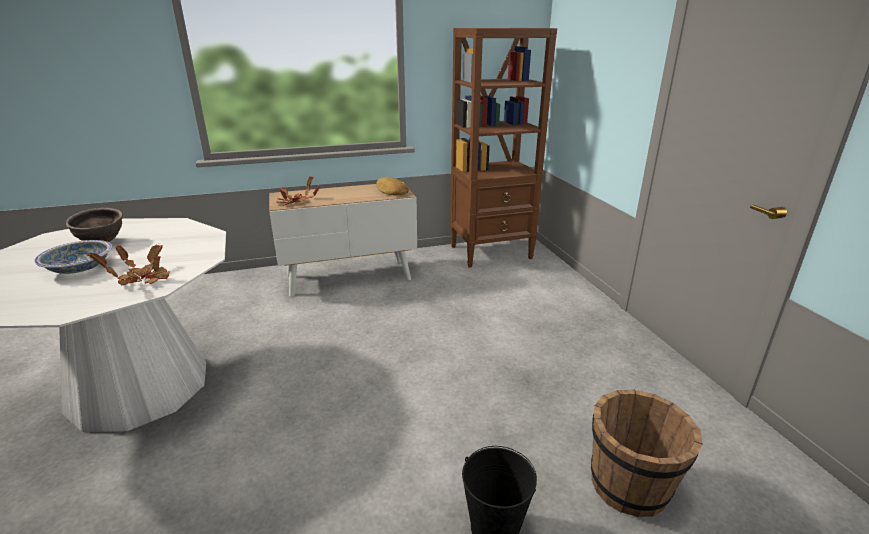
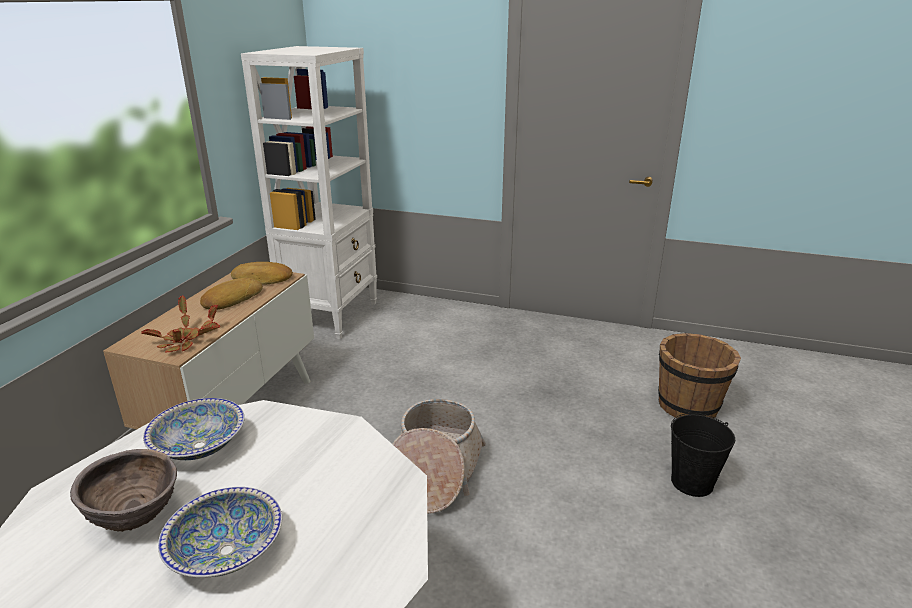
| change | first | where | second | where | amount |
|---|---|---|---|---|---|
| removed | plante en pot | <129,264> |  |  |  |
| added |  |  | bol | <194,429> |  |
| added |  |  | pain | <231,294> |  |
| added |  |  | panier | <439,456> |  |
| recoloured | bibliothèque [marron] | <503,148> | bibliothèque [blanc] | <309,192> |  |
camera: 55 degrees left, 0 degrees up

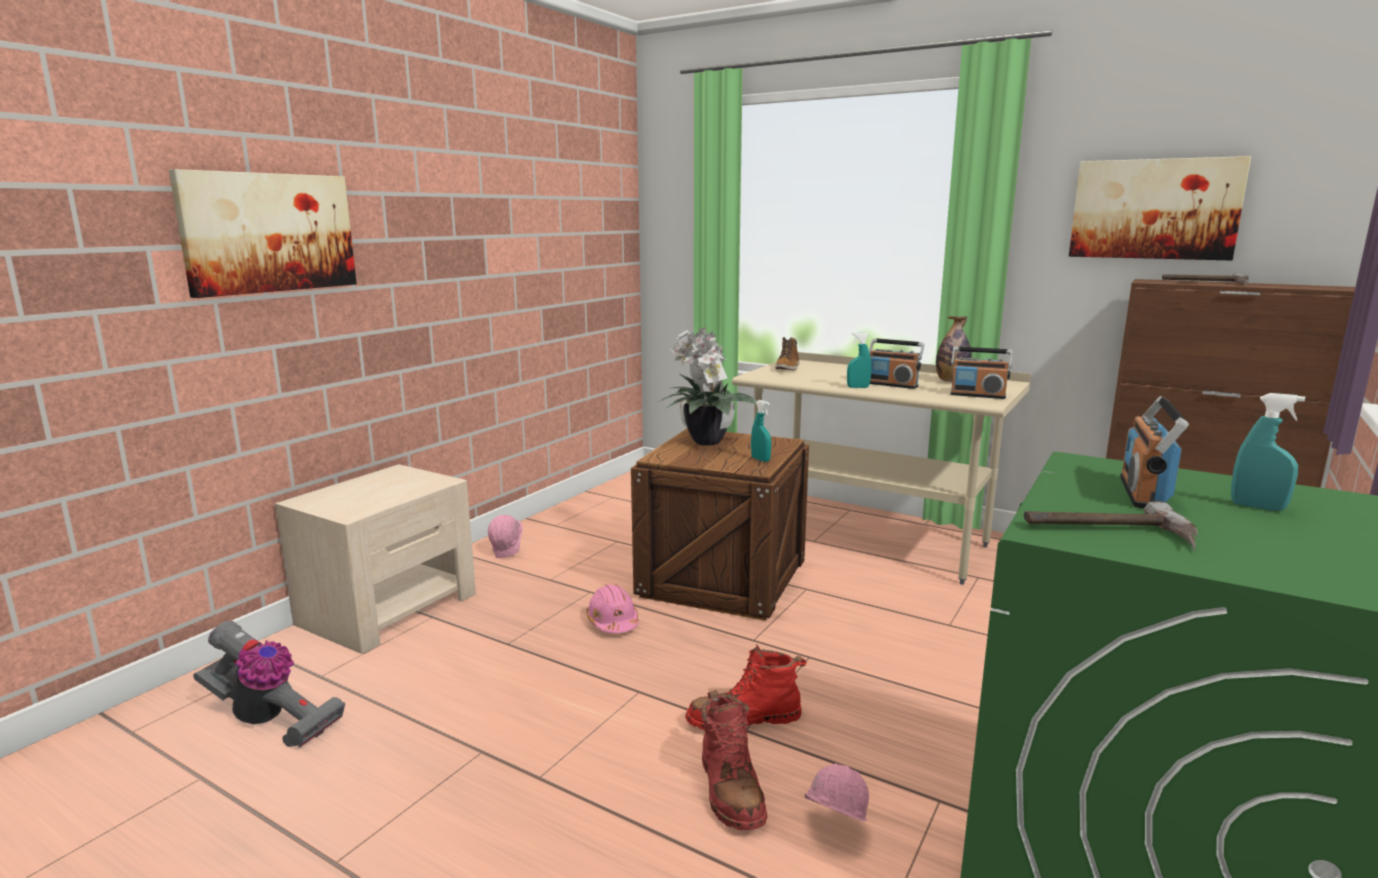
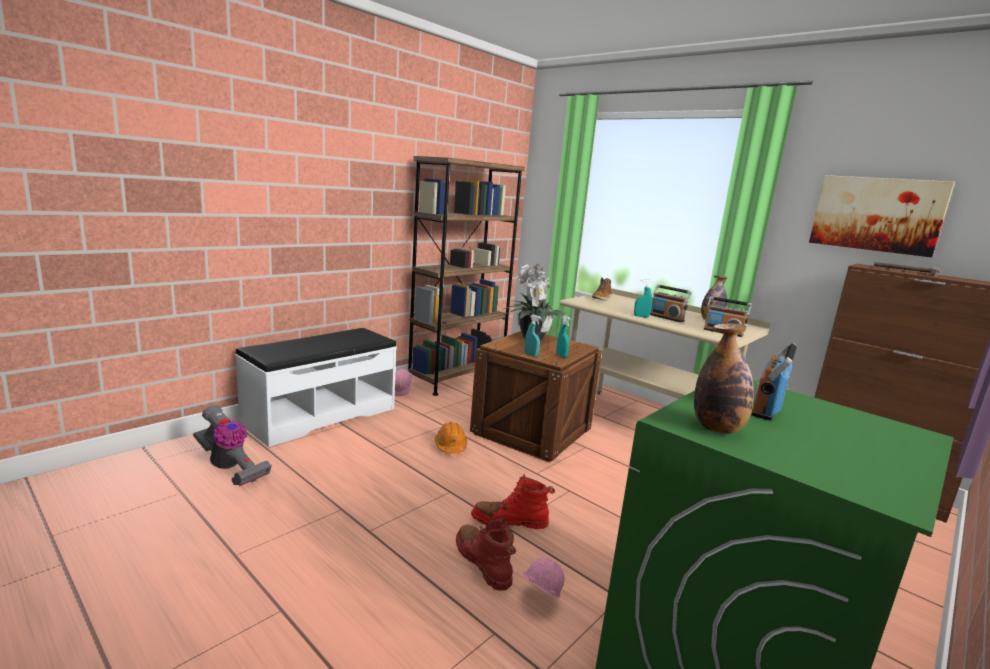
| change | first | where | second | where | amount |
|---|---|---|---|---|---|
| removed | tableau | <263,233> |  |  |  |
| added |  |  | bibliothèque [marron] | <466,276> |  |
| moved | vaporisateur [turquoise] | <1268,452> |  | <532,336> |  |
| replaced | table de chevet [beige] | <375,559> | banc [blanc] | <316,387> |  |
| replaced | marteau | <1111,526> | bouteille | <724,378> |  |
| recoloured | casque de chantier [rose] | <612,608> | casque de chantier [orange] | <451,438> |  |
| turned | botte [rouge] | <734,760> |  | <486,554> | 150 degrees clockwise |
camera: 10 degrees right, 0 degrees up

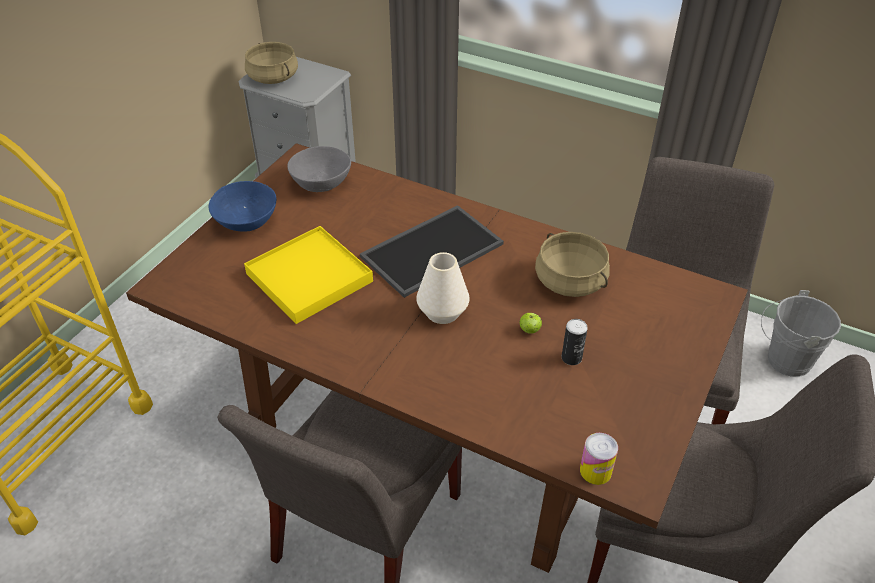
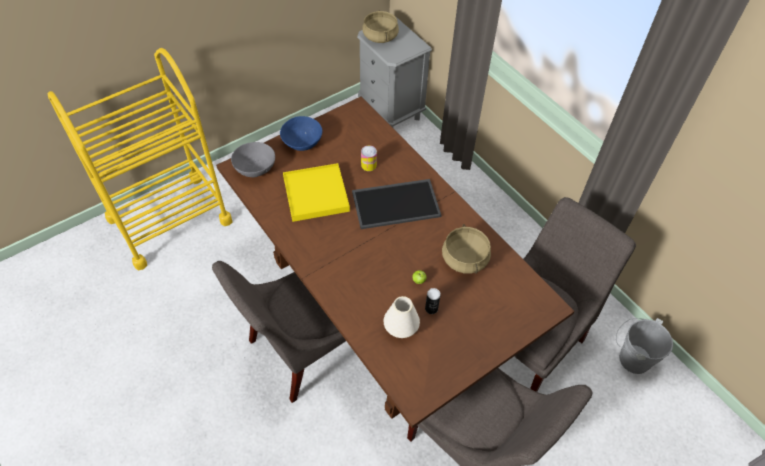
| change | first | where | second | where | amount |
|---|---|---|---|---|---|
| moved | bol [gris] | <319,169> |  | <253,159> |  |
| moved | vase [blanc] | <442,288> |  | <402,317> |  |
| moved | boîte métallique | <599,459> |  | <369,158> |  |
camera: 25 degrees right, 10 degrees up

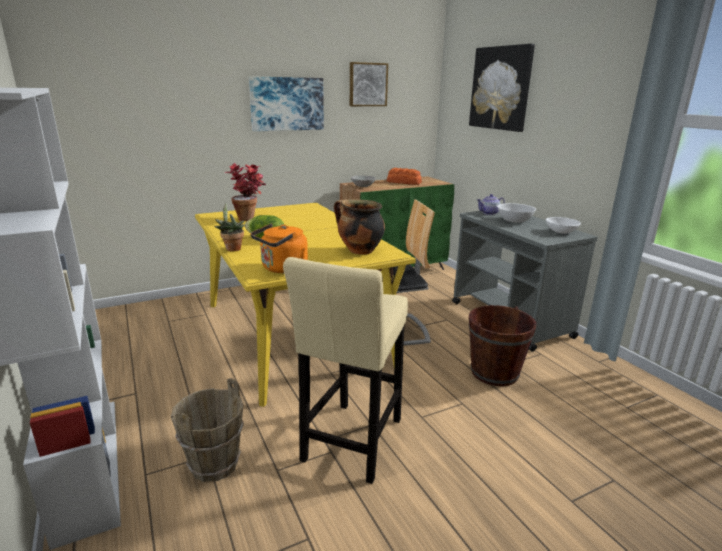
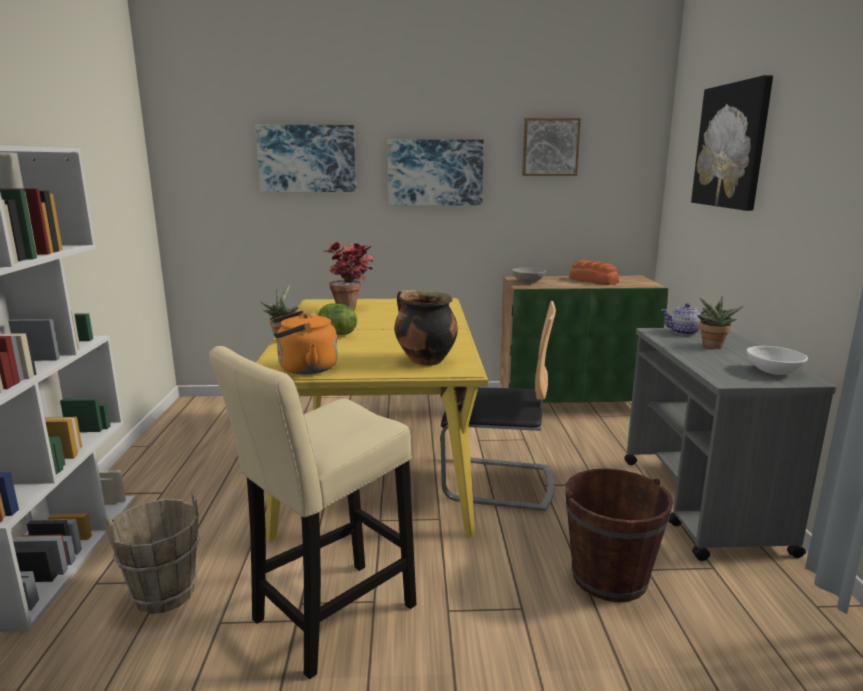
| change | first | where | second | where | amount |
|---|---|---|---|---|---|
| added |  |  | tableau | <305,158> |  |
| replaced | bol [blanc] | <516,213> | plante en pot | <720,322> |  |
camera: 25 degrees right, 5 degrees down

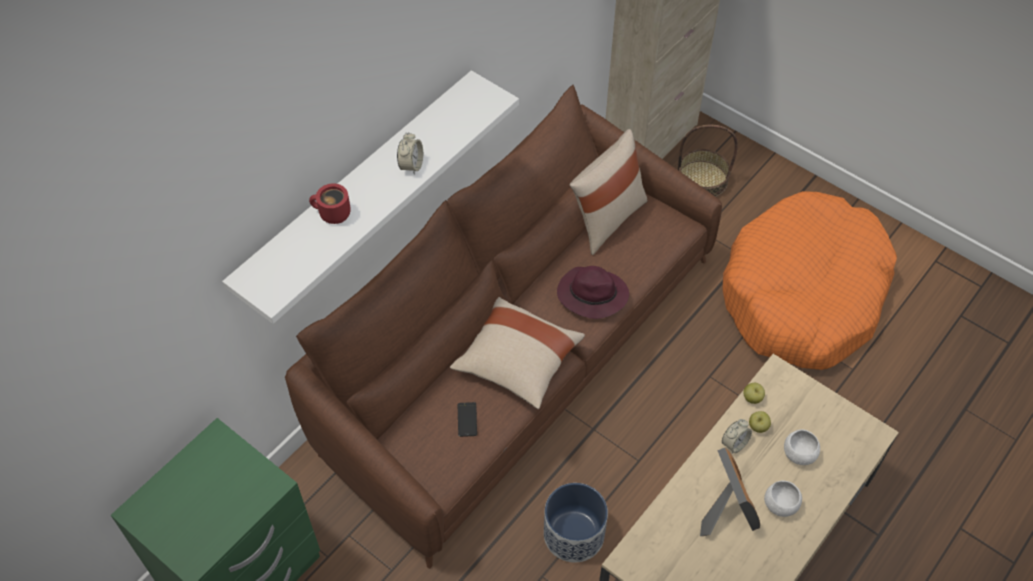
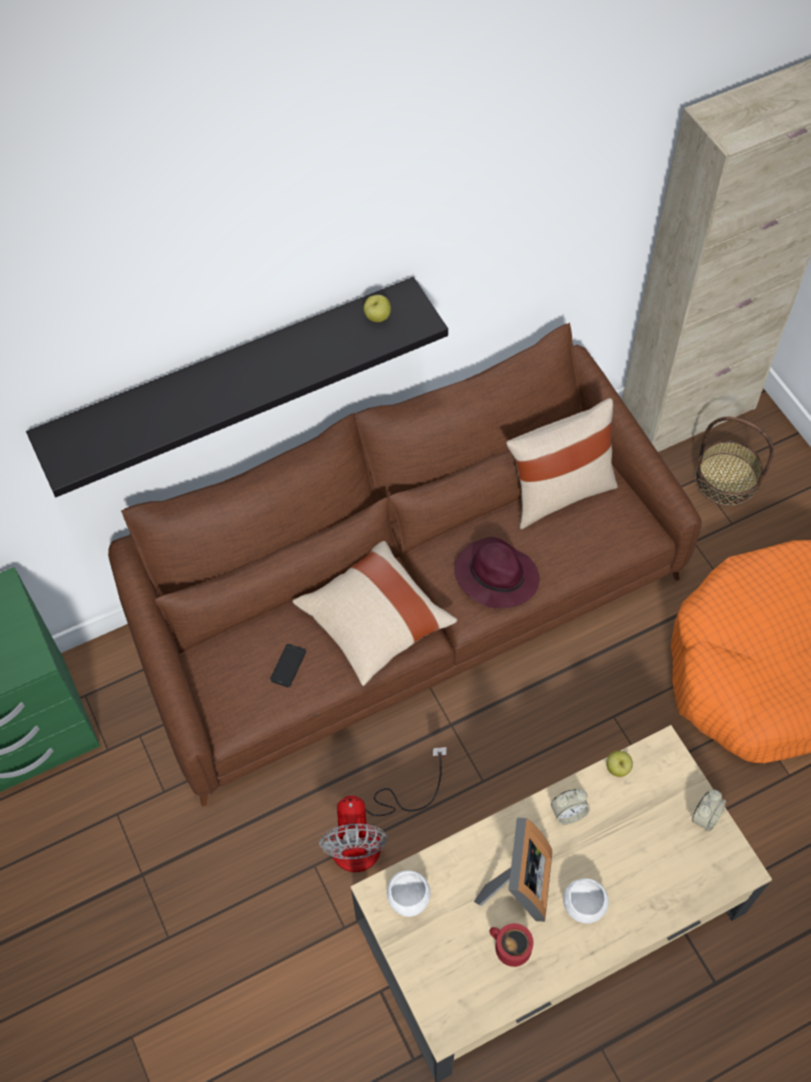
| change | first | where | second | where | amount |
|---|---|---|---|---|---|
| moved | mug [rouge] | <330,203> |  | <511,945> |  |
| moved | réveil | <410,153> |  | <709,810> |  |
| moved | pomme | <760,422> |  | <377,308> |  |
| moved | bol [blanc] | <802,447> |  | <408,893> |  |
| replaced | cache-pot | <576,523> | ventilateur | <383,809> |  |
| recoloured | étagère [blanc] | <370,197> | étagère [noir] | <237,387> |  |
camera: 25 degrees right, 5 degrees up

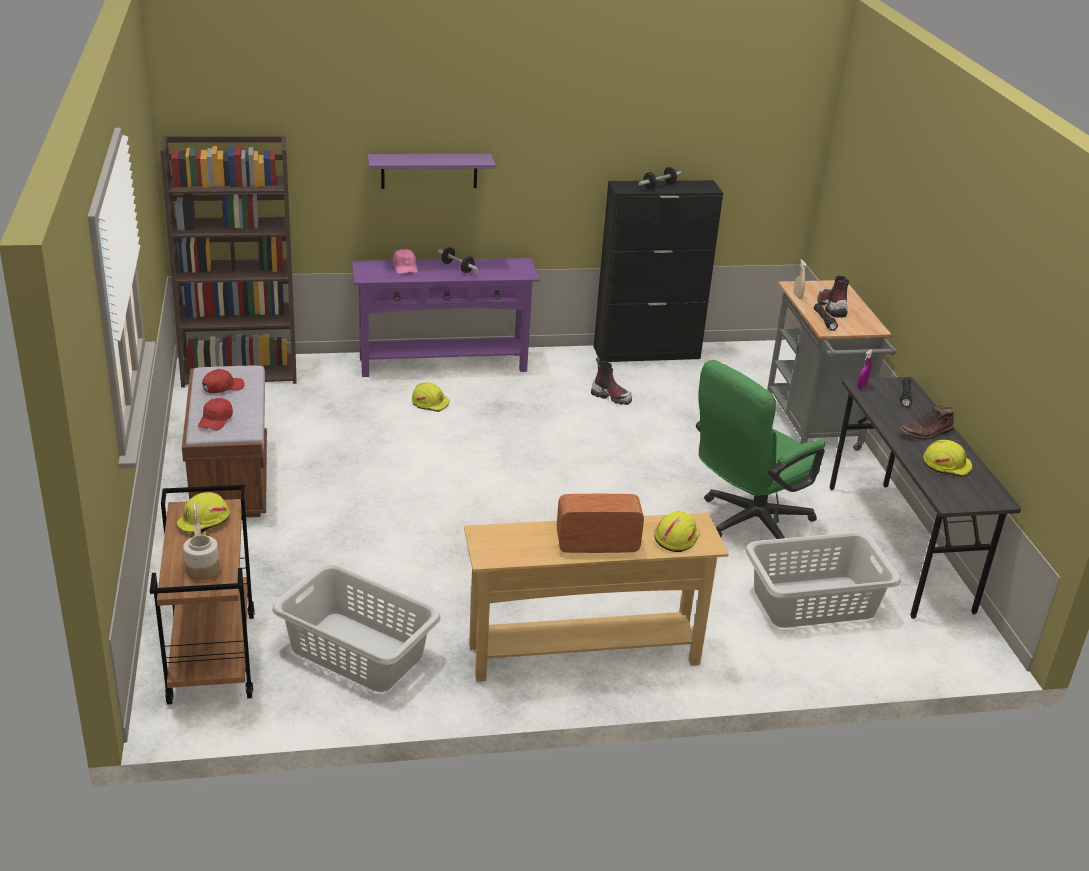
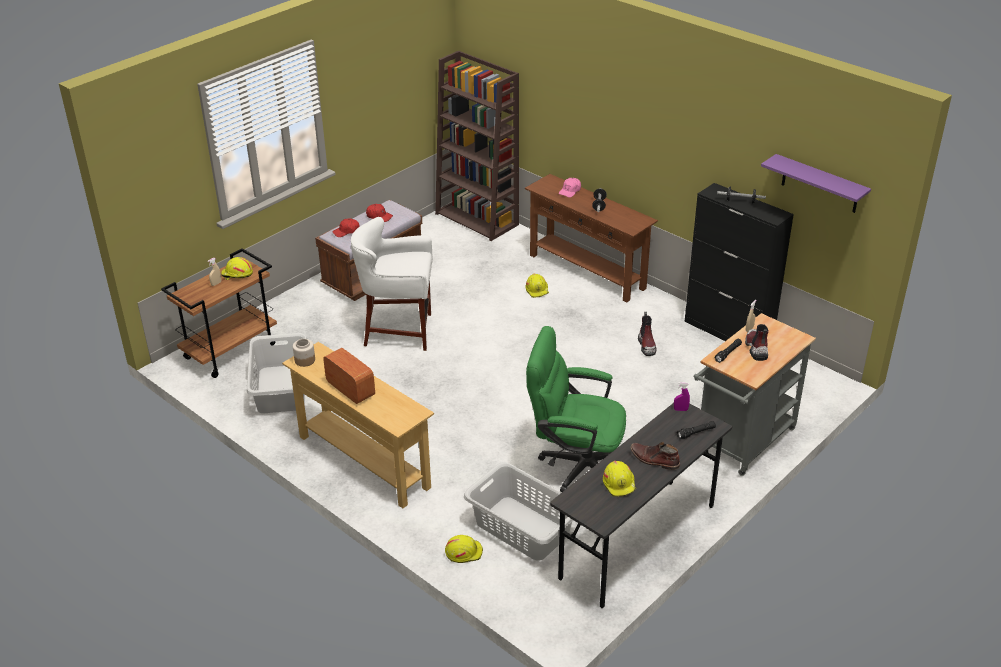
| change | first | where | second | where | amount |
|---|---|---|---|---|---|
| added |  |  | tabouret [blanc] | <392,284> |  |
| moved | bocal | <201,557> |  | <304,353> |  |
| moved | étagère [violet] | <431,171> |  | <816,183> |  |
| moved | casque de chantier [jaune] | <677,531> |  | <464,549> |  |
| recoloured | table console [violet] | <446,317> | table console [marron] | <591,238> |  |
| turned | botte | <834,297> |  | <757,342> | 45 degrees counterclockwise |
camera: 55 degrees right, 5 degrees up

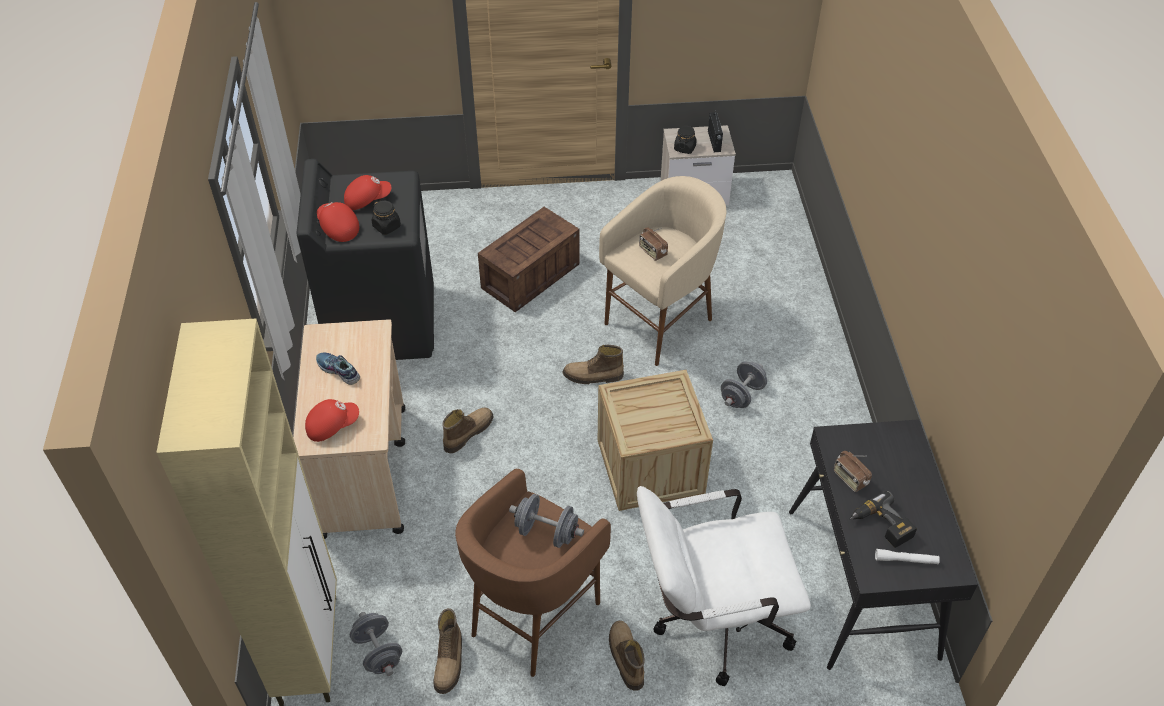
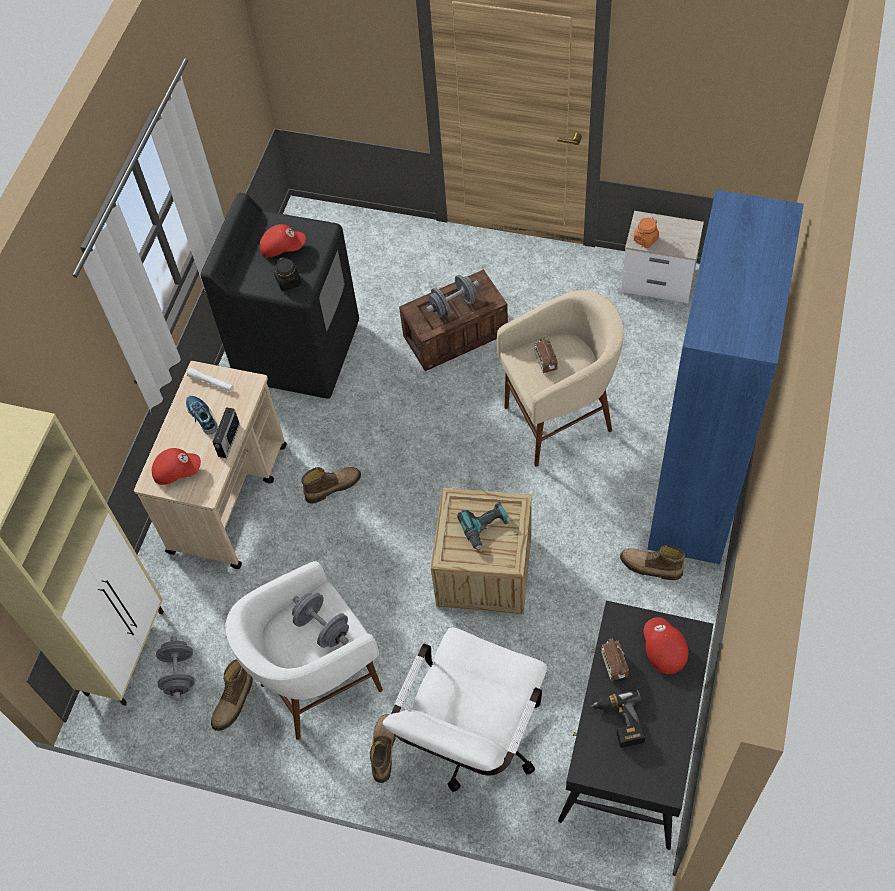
| change | first | where | second | where | amount |
|---|---|---|---|---|---|
| added |  |  | perceuse | <482,527> |  |
| added |  |  | bibliothèque [bleu] | <725,377> |  |
| moved | casquette [rouge] | <338,222> |  | <665,645> |  |
| moved | botte | <593,364> |  | <652,562> |  |
| moved | radio | <715,132> |  | <226,432> |  |
| moved | haltère [gris] | <744,384> |  | <452,296> |  |
| moved | lampe de poche [blanc] | <907,556> |  | <210,380> |  |
| recoloured | tabouret [marron] | <533,573> | tabouret [blanc] | <304,650> |  |
| recoloured | bocal [noir] | <685,139> | bocal [orange] | <646,233> |  |
| turned | chaise de bureau [blanc] | <724,586> |  | <465,709> | 75 degrees counterclockwise |
camera: 25 degrees right, 10 degrees up

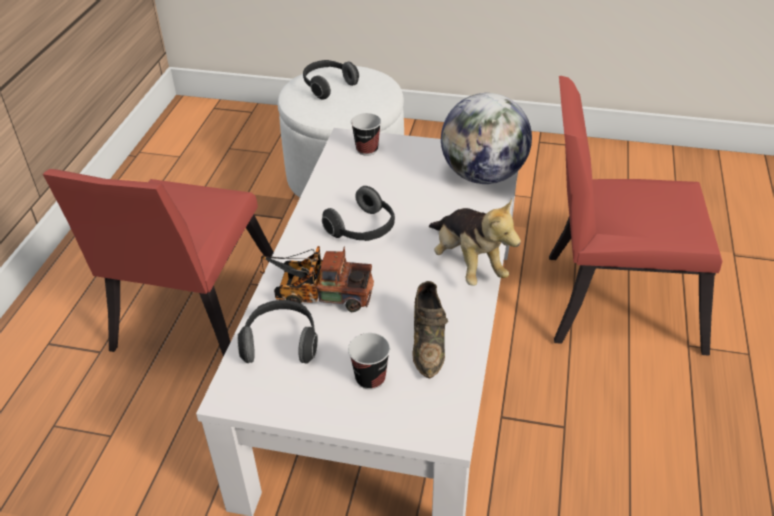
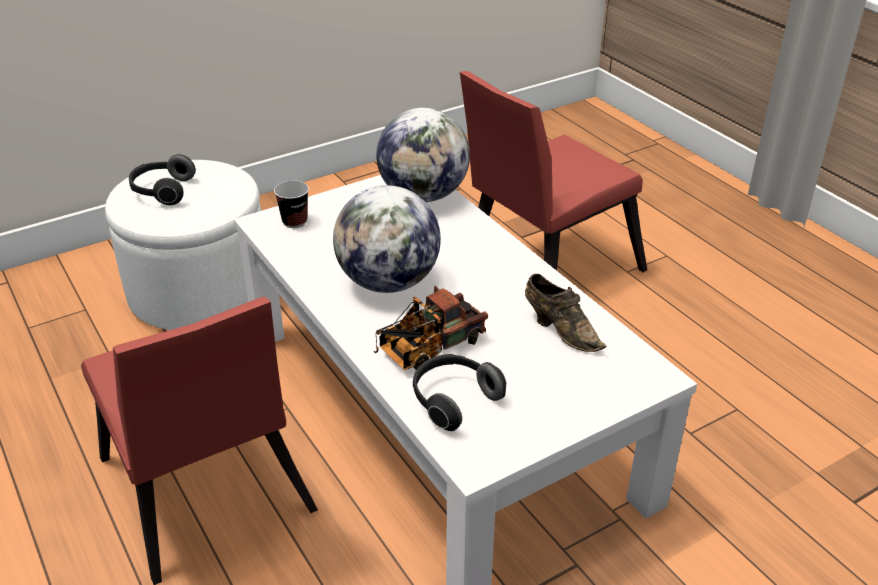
| change | first | where | second | where | amount |
|---|---|---|---|---|---|
| removed | tasse | <369,361> |  |  |  |
| removed | peluche | <475,242> |  |  |  |
| replaced | casque audio | <358,213> | globe | <387,239> |  |
camera: 45 degrees left, 5 degrees down

